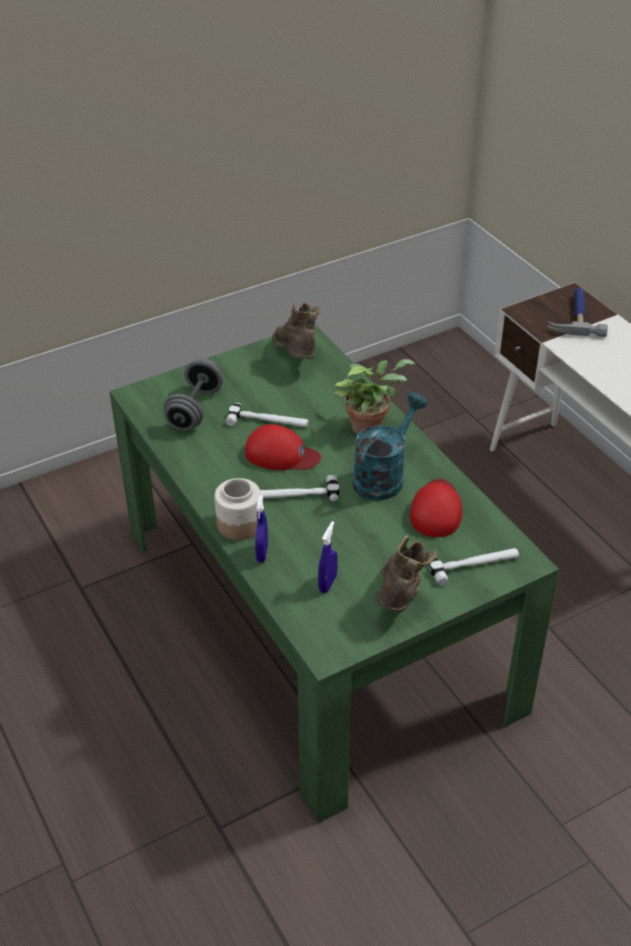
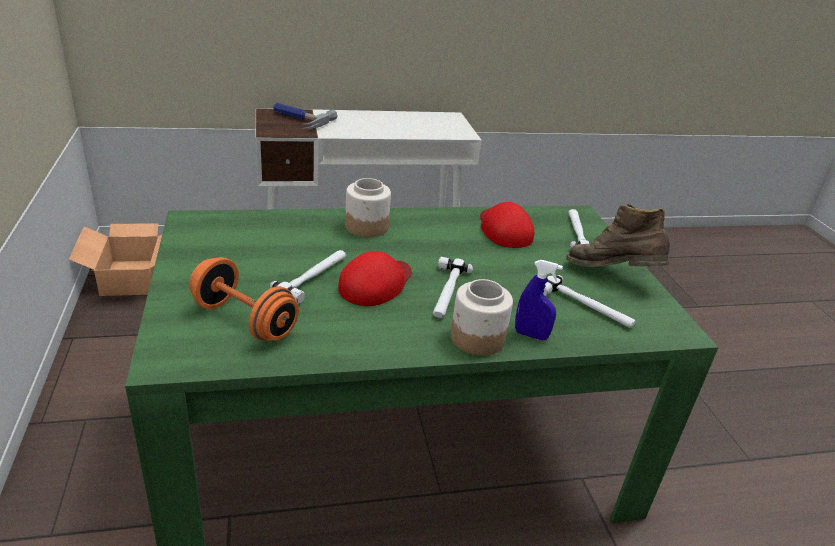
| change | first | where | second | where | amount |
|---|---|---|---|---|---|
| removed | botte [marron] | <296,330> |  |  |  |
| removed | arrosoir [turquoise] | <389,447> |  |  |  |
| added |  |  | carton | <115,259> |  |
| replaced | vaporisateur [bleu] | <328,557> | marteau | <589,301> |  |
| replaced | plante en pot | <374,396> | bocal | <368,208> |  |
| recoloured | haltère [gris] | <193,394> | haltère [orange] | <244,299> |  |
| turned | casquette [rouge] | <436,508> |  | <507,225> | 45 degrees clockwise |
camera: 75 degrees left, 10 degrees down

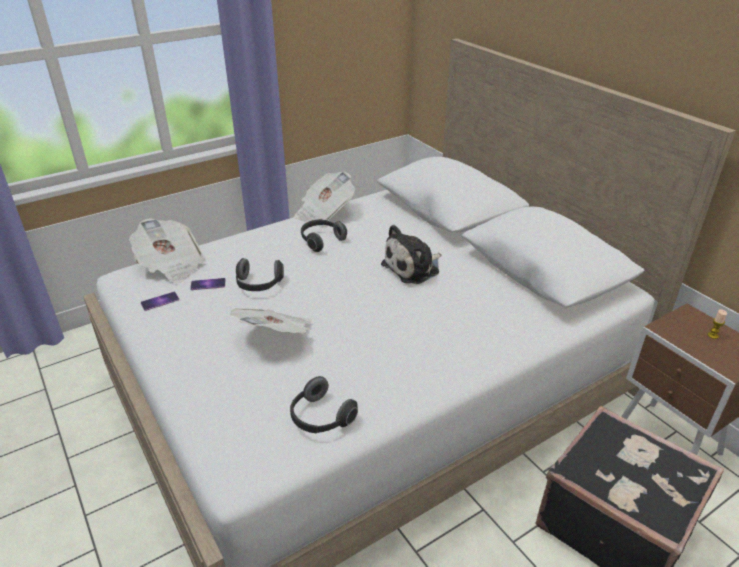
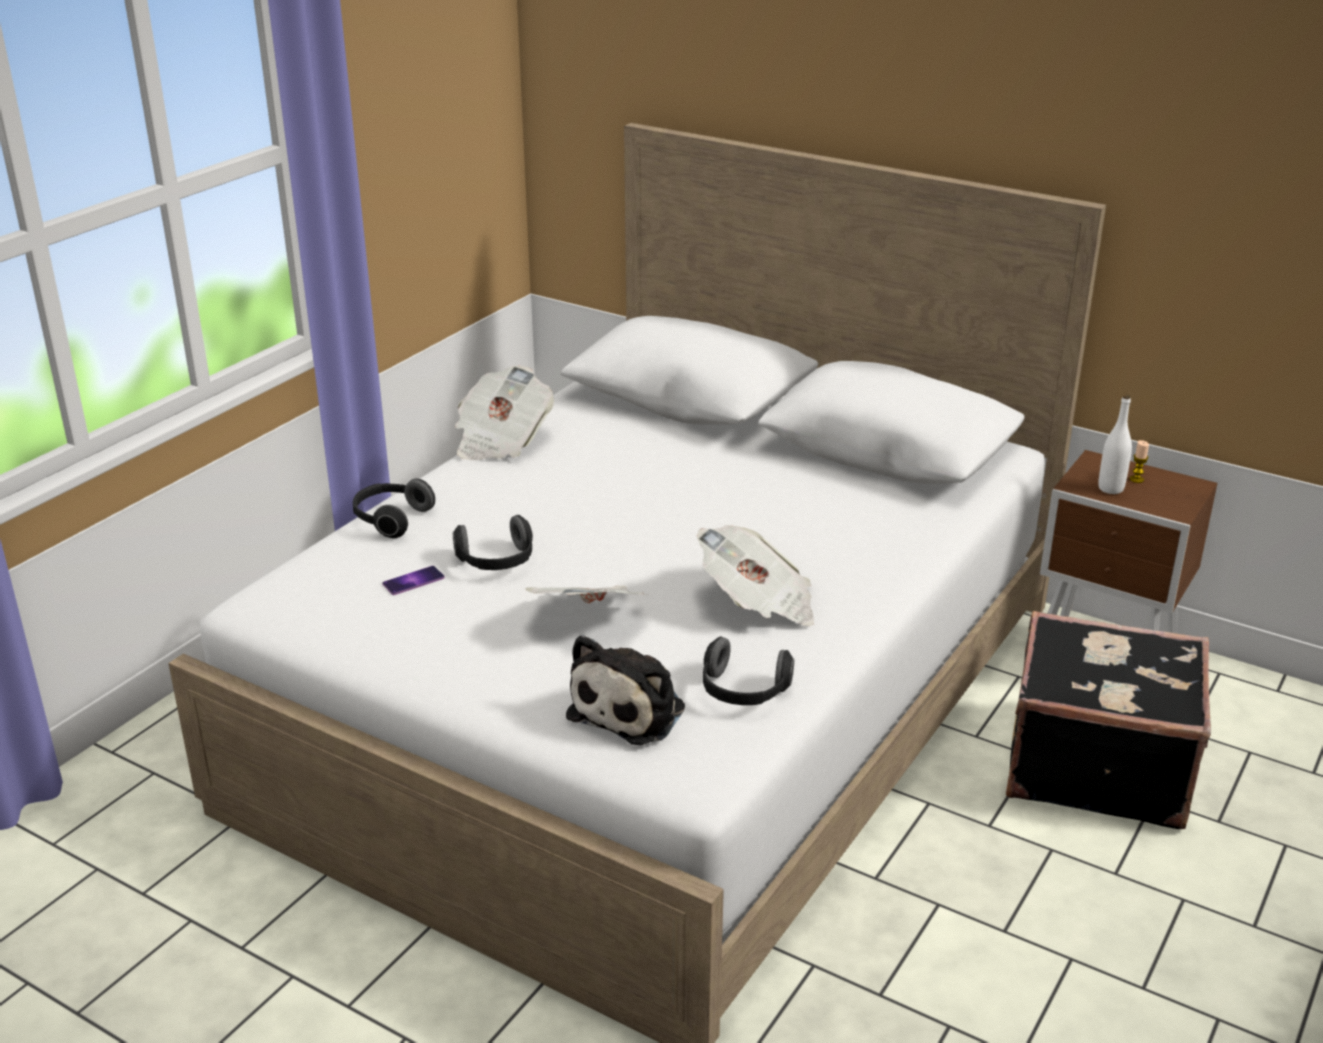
| change | first | where | second | where | amount |
|---|---|---|---|---|---|
| removed | téléphone | <160,301> |  |  |  |
| added |  |  | bouteille [blanc] | <1115,444> |  |
| moved | journal | <167,250> |  | <755,575> |  |
| moved | casque audio | <324,235> |  | <394,508> |  |
| moved | peluche | <411,254> |  | <625,690> |  |
camera: 25 degrees left, 5 degrees down

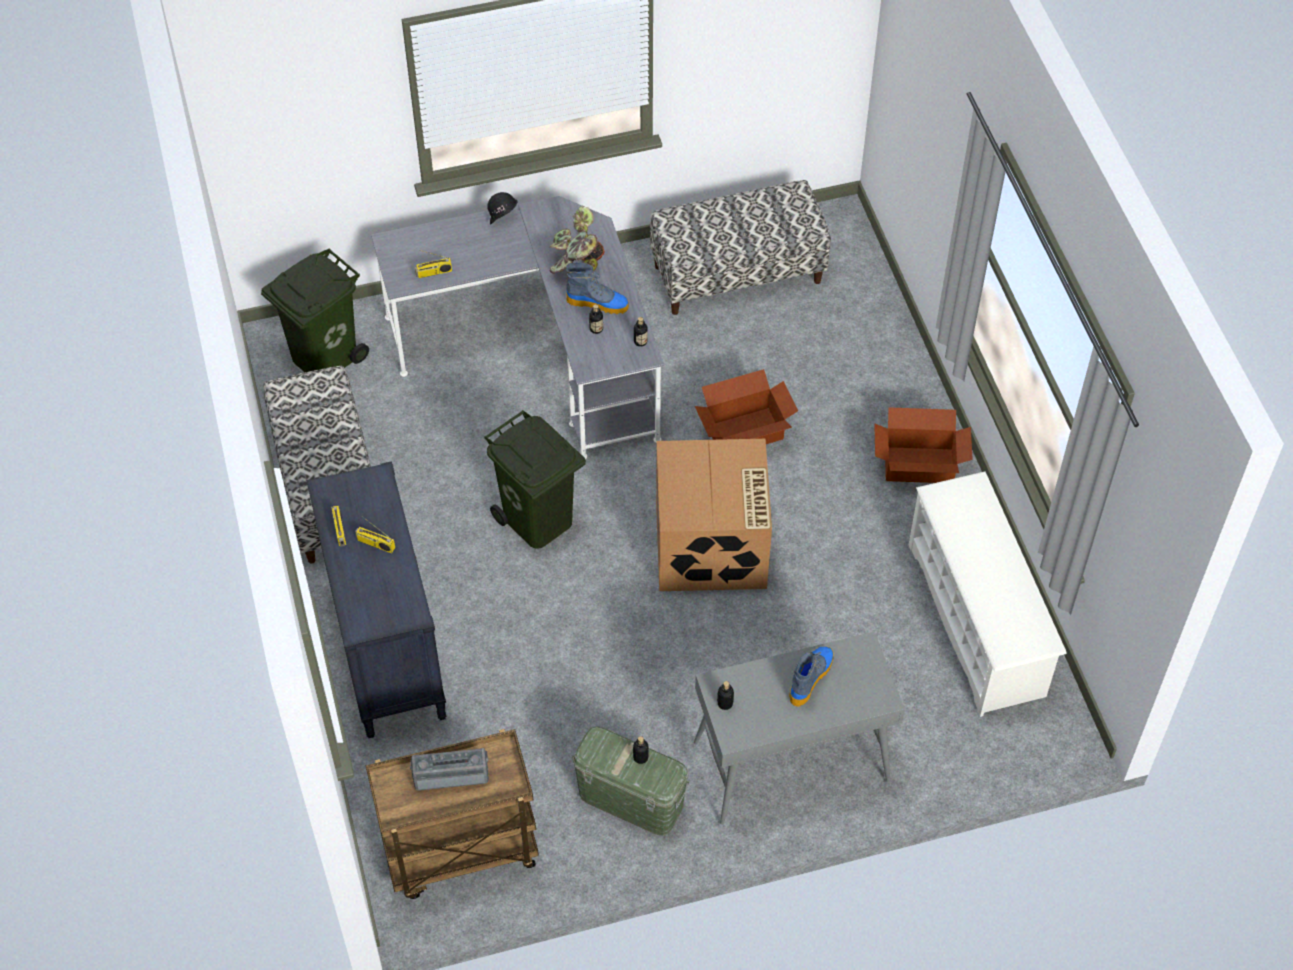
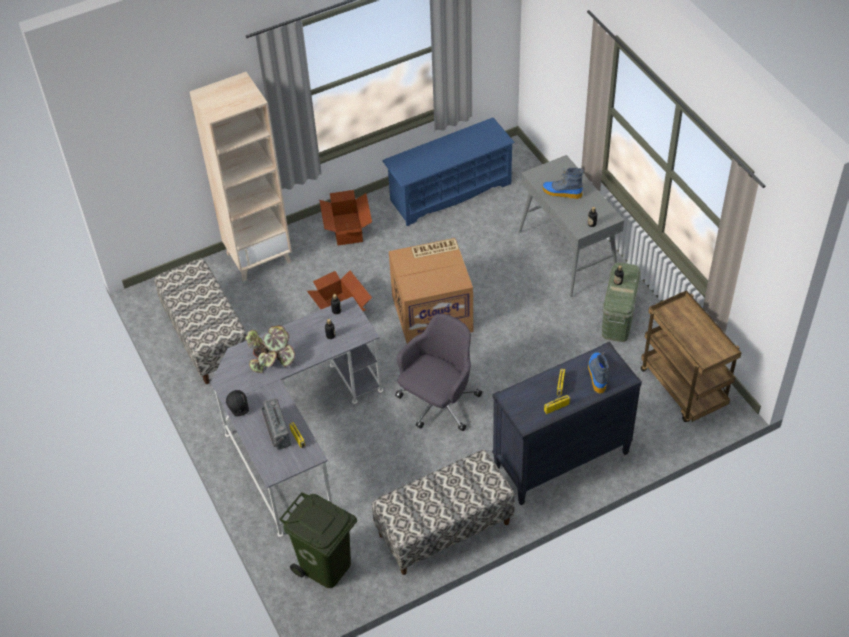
| change | first | where | second | where | amount |
|---|---|---|---|---|---|
| added |  |  | bibliothèque [beige] | <240,177> |  |
| moved | radio | <449,769> |  | <276,424> |  |
| moved | botte | <597,288> |  | <598,373> |  |
| replaced | poubelle [vert] | <535,479> | chaise de bureau [gris] | <438,372> |  |
| recoloured | étagère à chaussures [blanc] | <988,594> | étagère à chaussures [bleu] | <449,172> |  |
camera: 100 degrees left, 5 degrees down

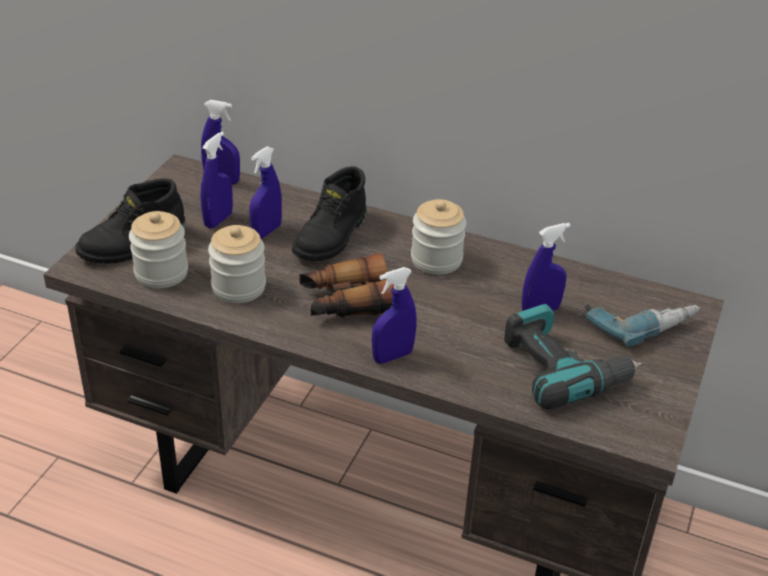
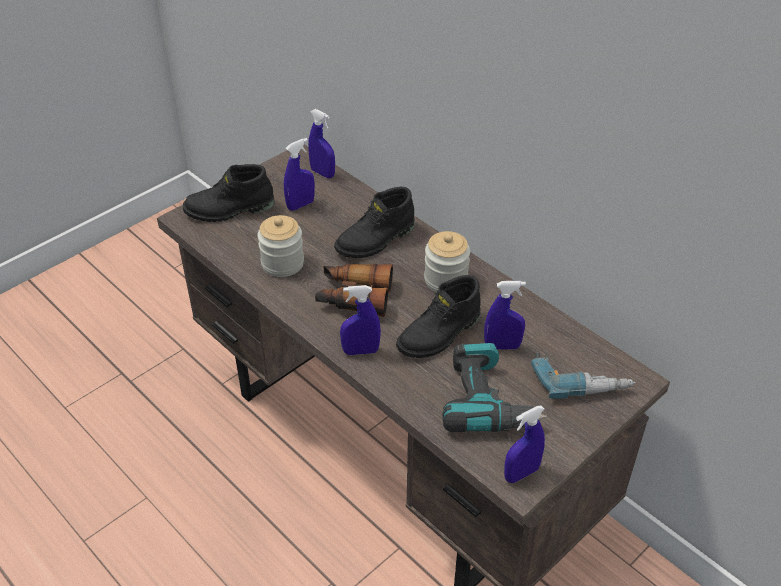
| change | first | where | second | where | amount |
|---|---|---|---|---|---|
| removed | bocal | <158,249> |  |  |  |
| added |  |  | botte [noir] | <438,316> |  |
| moved | vaporisateur [bleu] | <265,192> |  | <524,444> |  |
camera: 25 degrees right, 5 degrees up

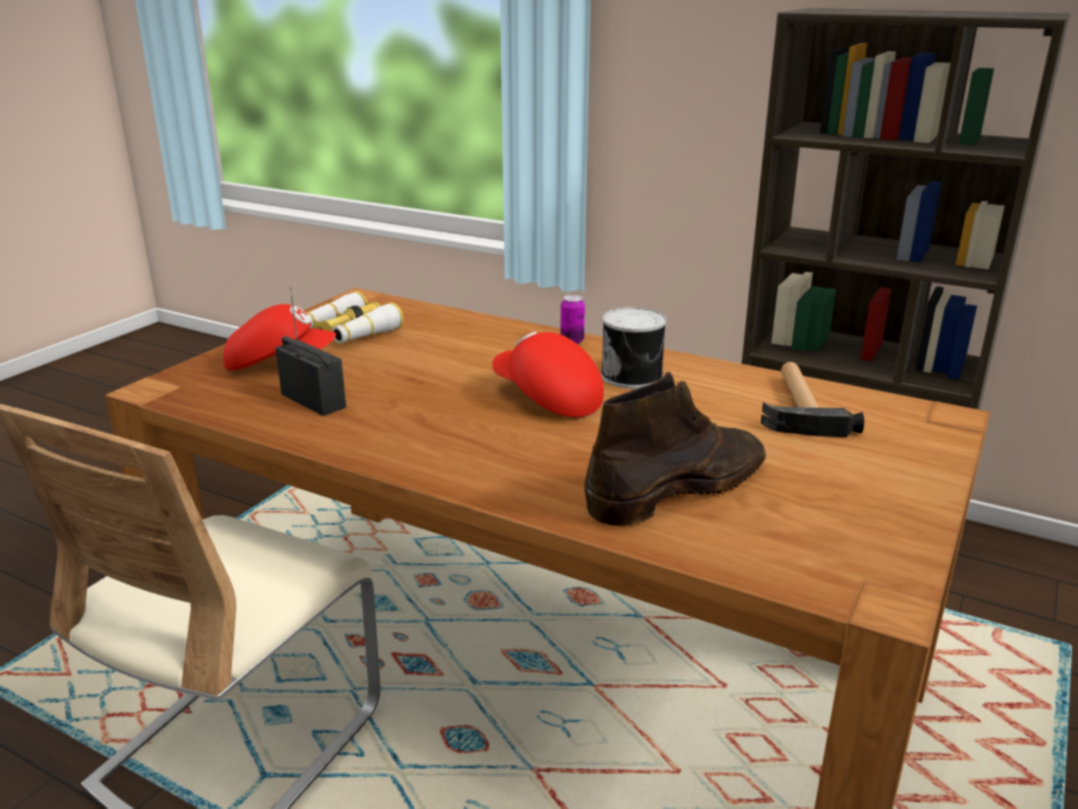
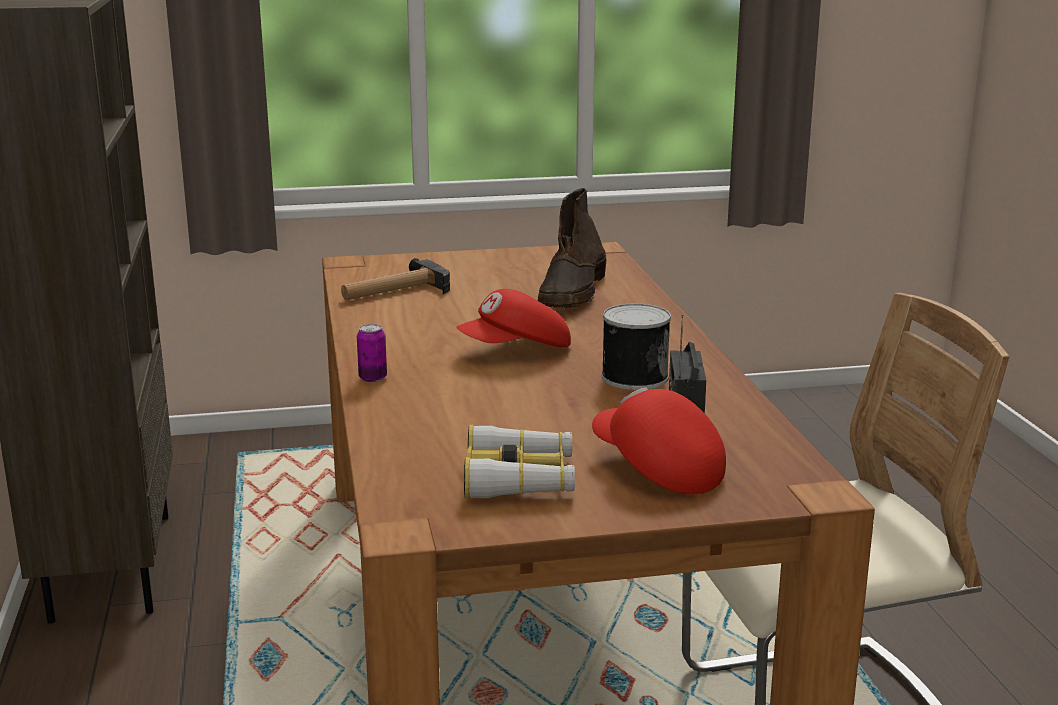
| change | first | where | second | where | amount |
|---|---|---|---|---|---|
| moved | boîte métallique | <633,348> |  | <636,347> |  |
| turned | casquette [rouge] | <548,374> |  | <513,318> | 60 degrees clockwise |
| turned | botte [marron] | <675,449> |  | <572,248> | 90 degrees counterclockwise |
camera: 130 degrees left, 5 degrees down

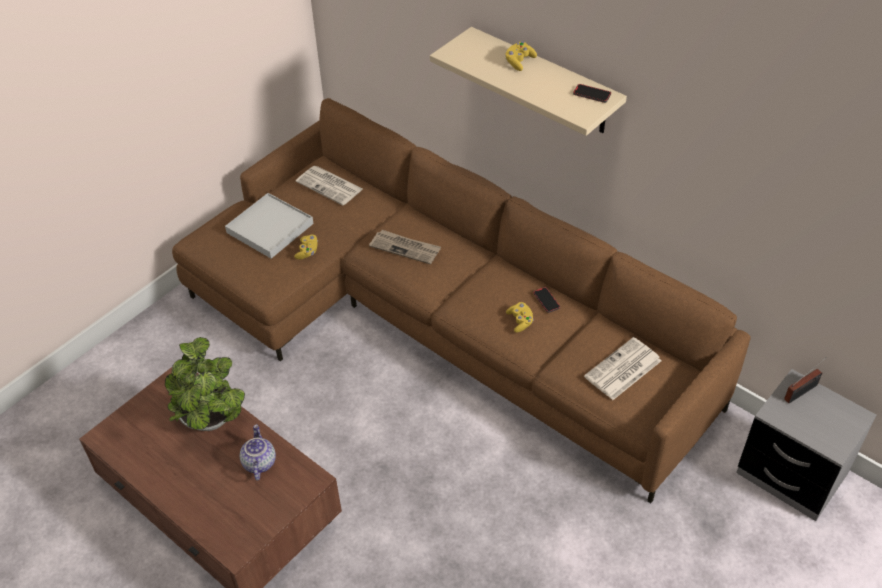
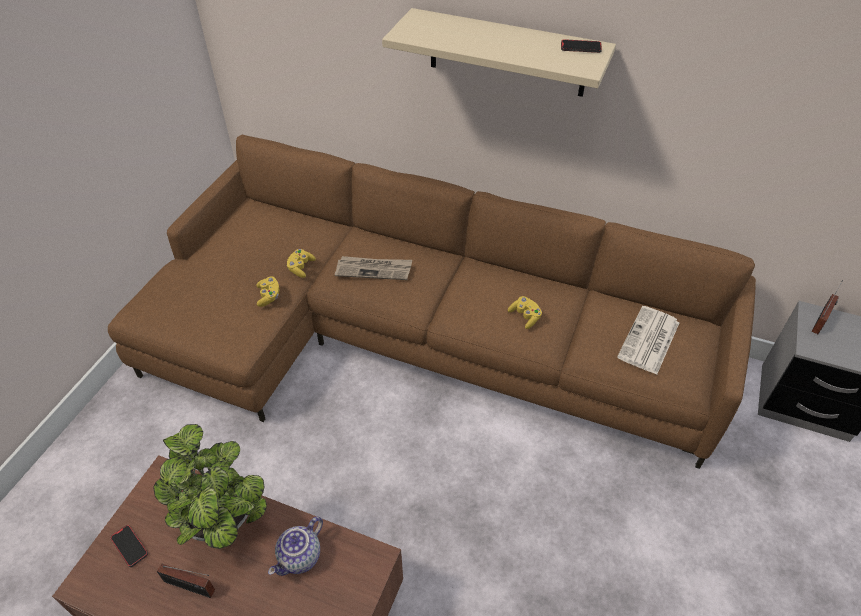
| change | first | where | second | where | amount |
|---|---|---|---|---|---|
| removed | plateau [blanc] | <269,226> |  |  |  |
| removed | journal | <329,185> |  |  |  |
| added |  |  | radio | <186,581> |  |
| moved | manette [jaune] | <521,56> |  | <301,263> |  |
| moved | téléphone | <546,300> |  | <129,546> |  |
| turned | théière | <258,452> |  | <295,546> | 120 degrees counterclockwise |
camera: 20 degrees left, 0 degrees up

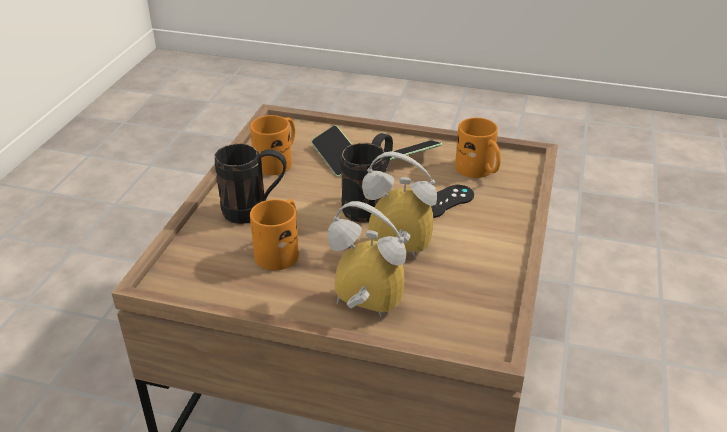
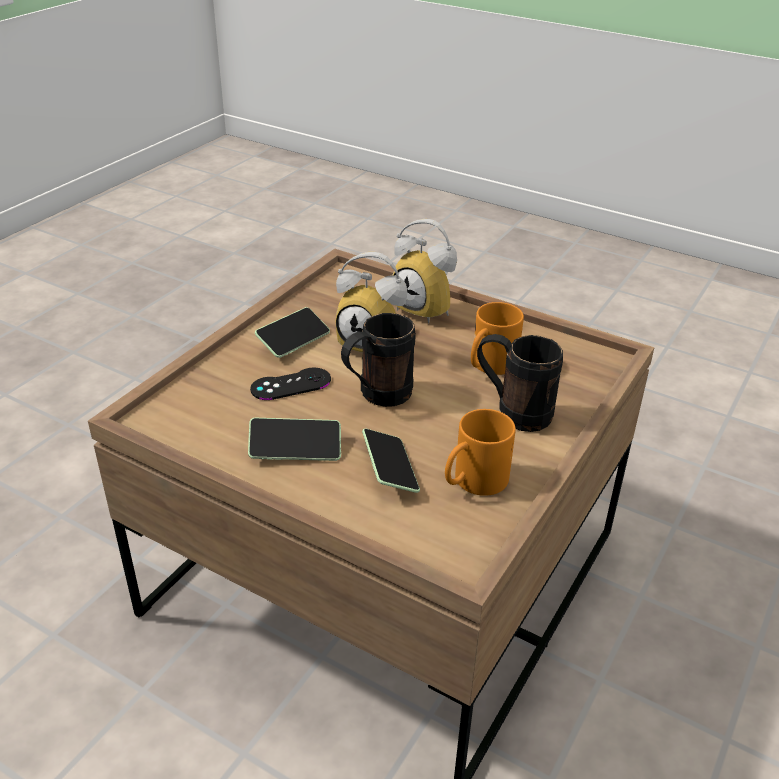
| change | first | where | second | where | amount |
|---|---|---|---|---|---|
| removed | mug [orange] | <478,148> |  |  |  |
| added |  |  | téléphone | <292,332> |  |
camera: 165 degrees left, 0 degrees up

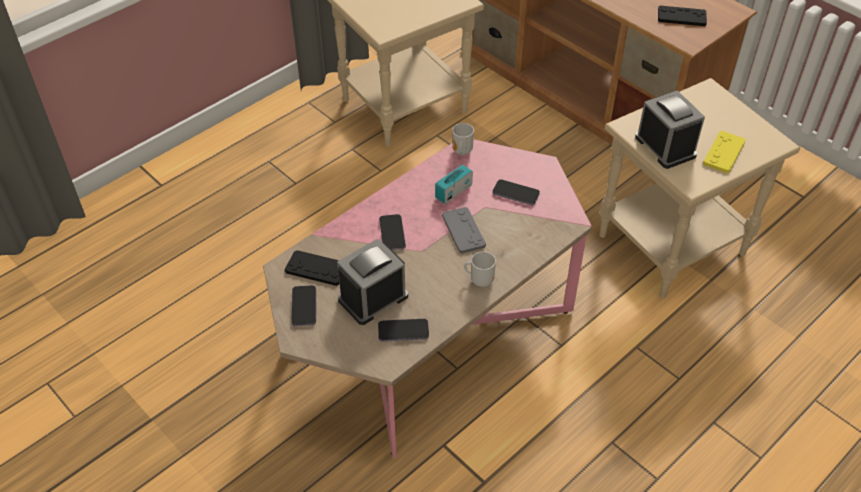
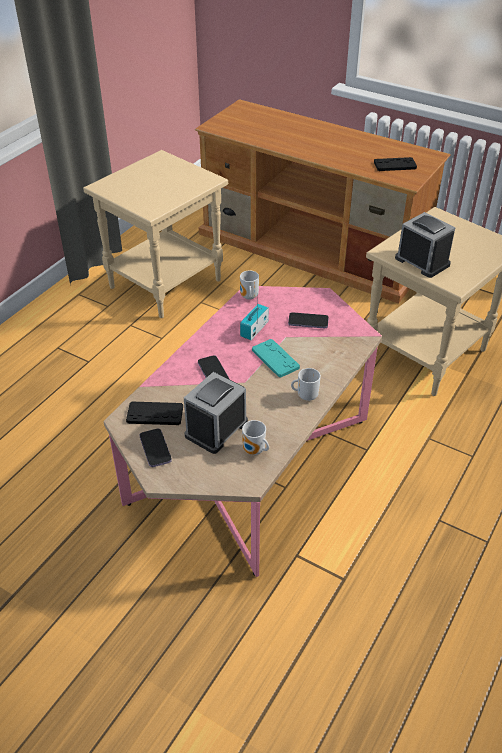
| change | first | where | second | where | amount |
|---|---|---|---|---|---|
| removed | manette [jaune] | <724,152> |  |  |  |
| replaced | téléphone | <403,330> | mug | <255,437> |  |
| recoloured | manette [gris] | <464,230> | manette [turquoise] | <276,358> |  |
camera: 15 degrees left, 5 degrees down

